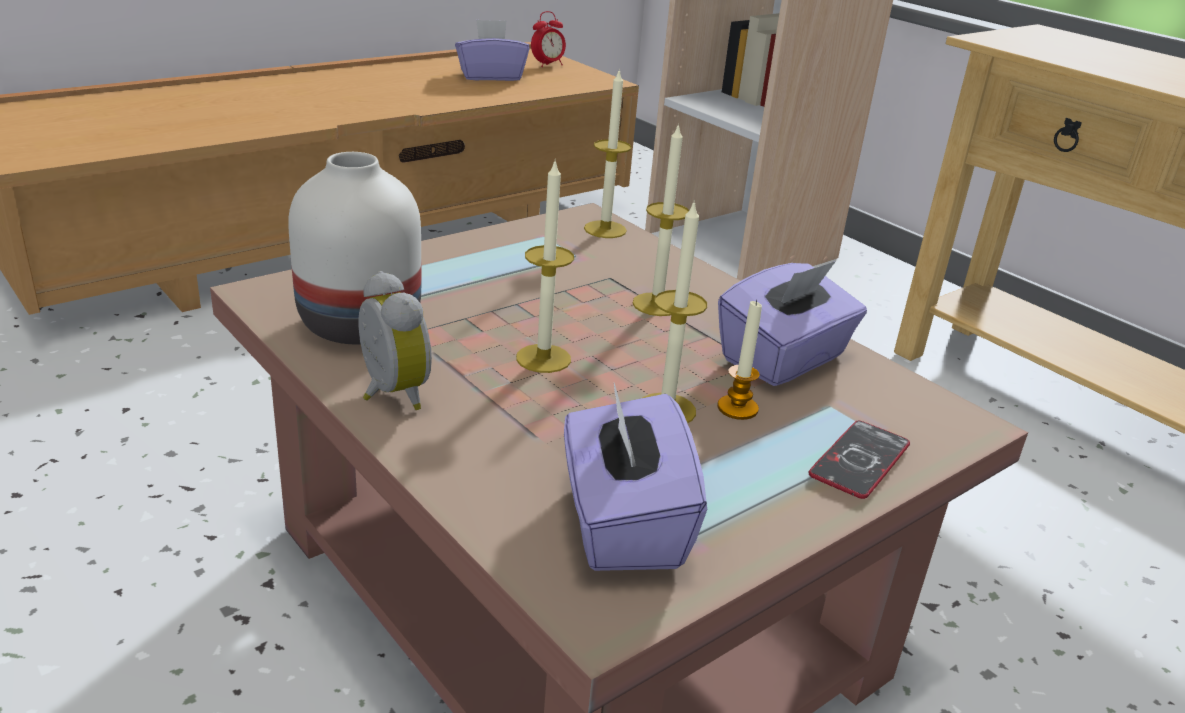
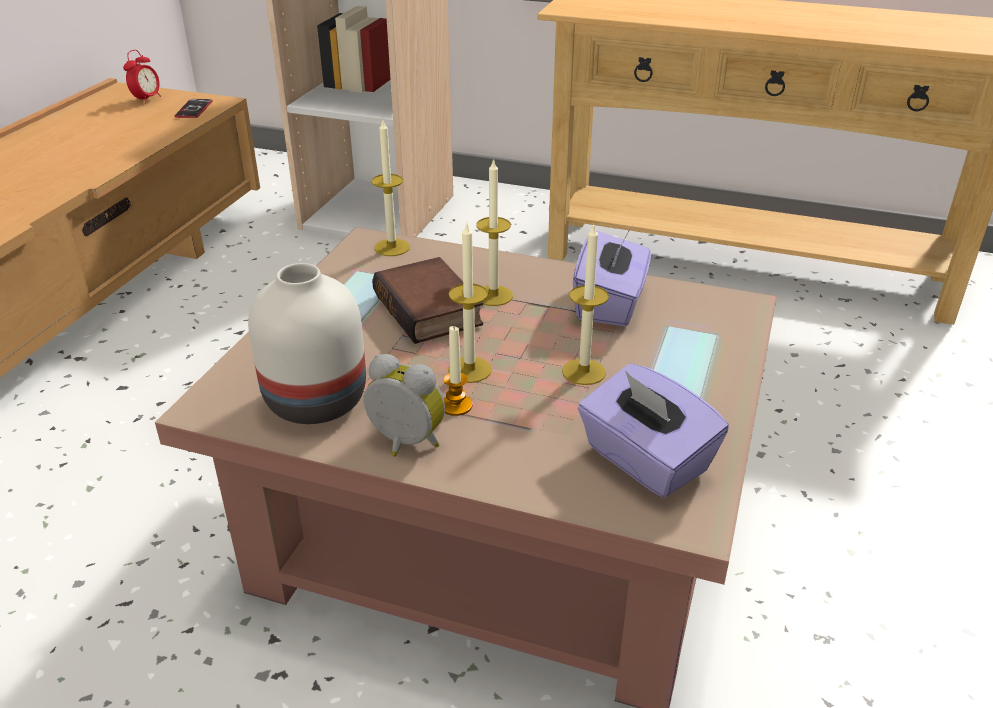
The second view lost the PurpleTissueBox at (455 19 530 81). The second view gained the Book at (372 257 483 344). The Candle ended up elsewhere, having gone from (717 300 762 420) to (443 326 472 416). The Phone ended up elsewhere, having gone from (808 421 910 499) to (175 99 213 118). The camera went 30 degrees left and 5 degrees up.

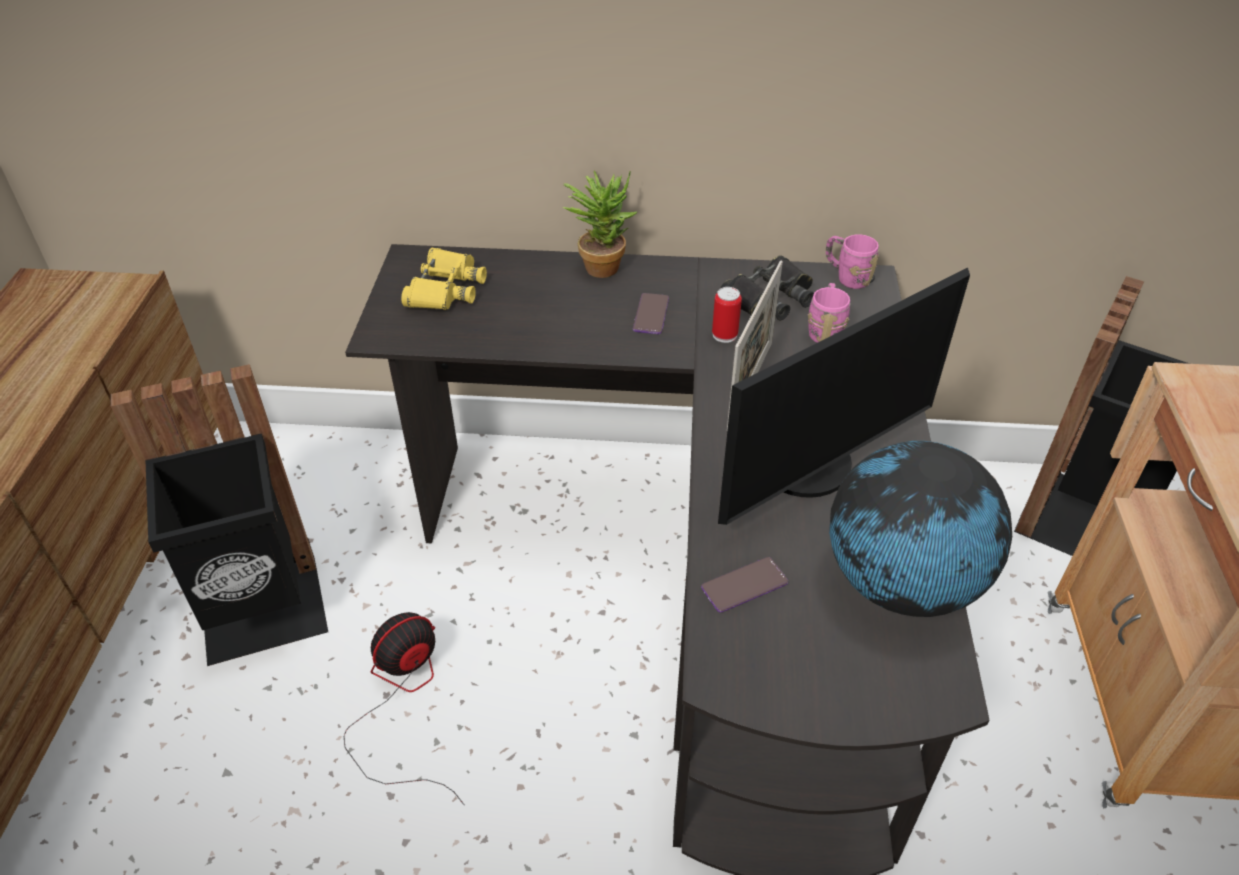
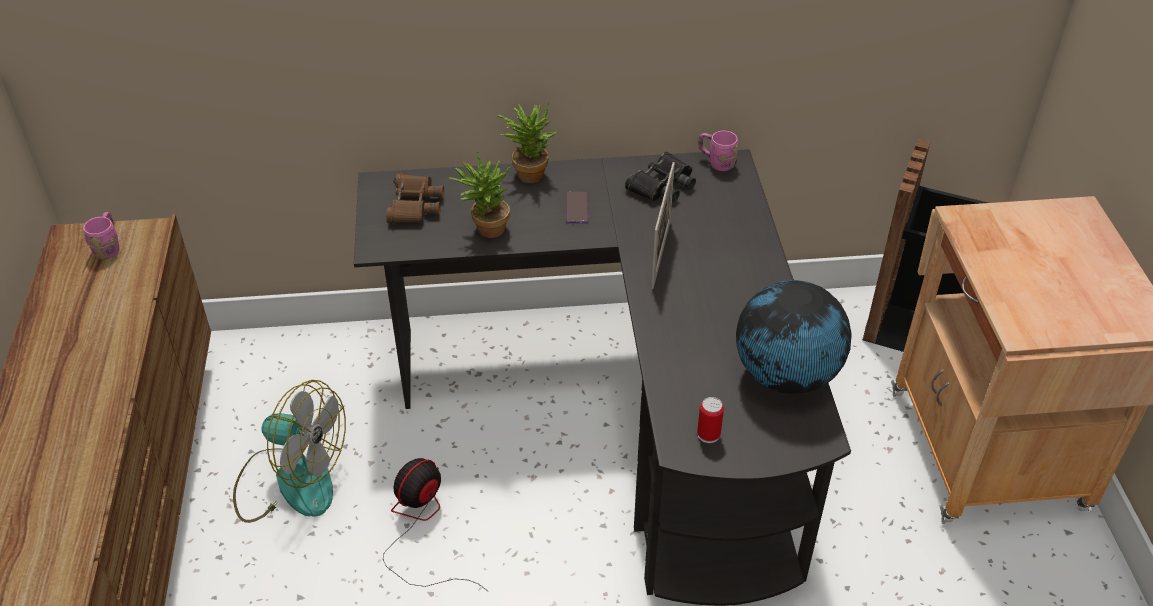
The second view lost the Phone at (701 557 788 613). The second view lost the Monitor at (718 268 970 525). The second view gained the PottedPlant at (448 150 511 238). The Can ended up elsewhere, having gone from (712 287 742 343) to (697 397 724 443). The PinkMug ended up elsewhere, having gone from (808 283 850 343) to (83 212 119 259). Where the BlackTrashCan stood at (111 364 328 666), the Fan came to stand at (233 380 346 523). What was the YellowBinoculars at (401 248 487 310) turned into the BrownBinoculars at (386 174 444 223). The camera went 10 degrees left and 0 degrees up.

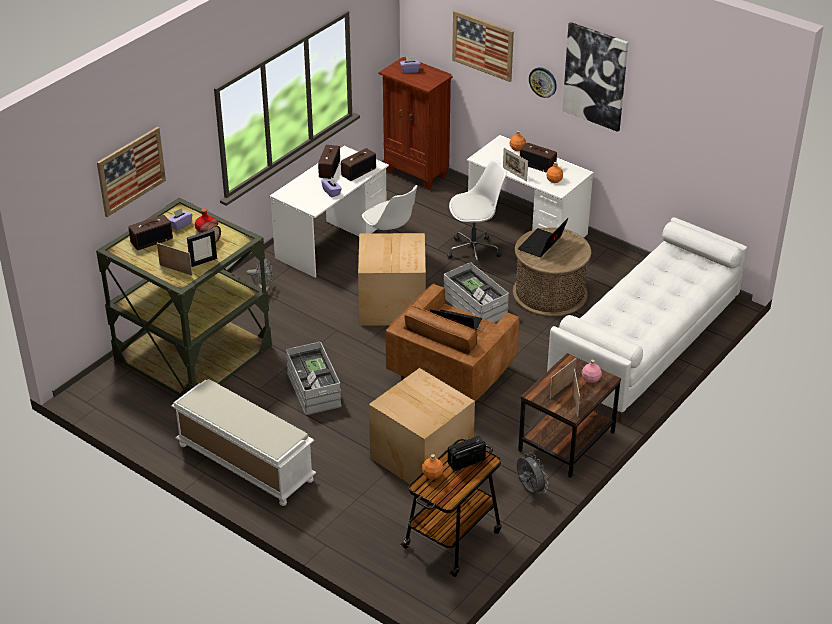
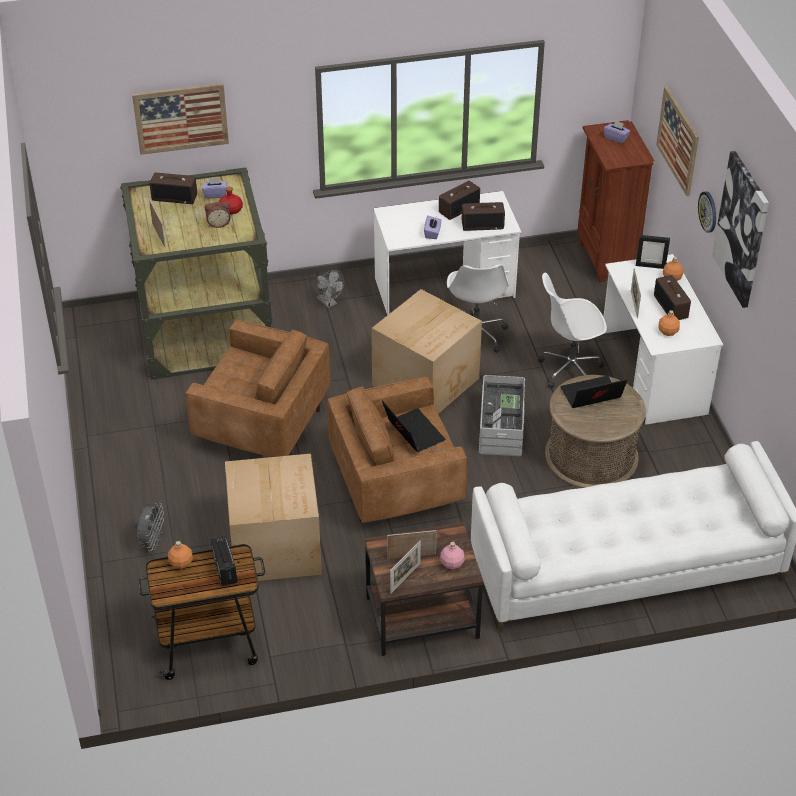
The second view lost the WhiteBench at (171 379 316 506). The PictureFrame ended up elsewhere, having gone from (187 229 217 267) to (636 235 670 269). The GreyFan ended up elsewhere, having gone from (517 452 548 494) to (134 503 164 551). Where the GreyStorageBox stood at (286 342 342 415), the BrownArmchair came to stand at (185 320 330 457). The WhiteOfficeChair at (447 160 507 268) ended up facing another way, 150 degrees clockwise from before. The Radio at (448 436 486 471) ended up facing another way, 120 degrees counterclockwise from before. The camera went 40 degrees right and 5 degrees up.

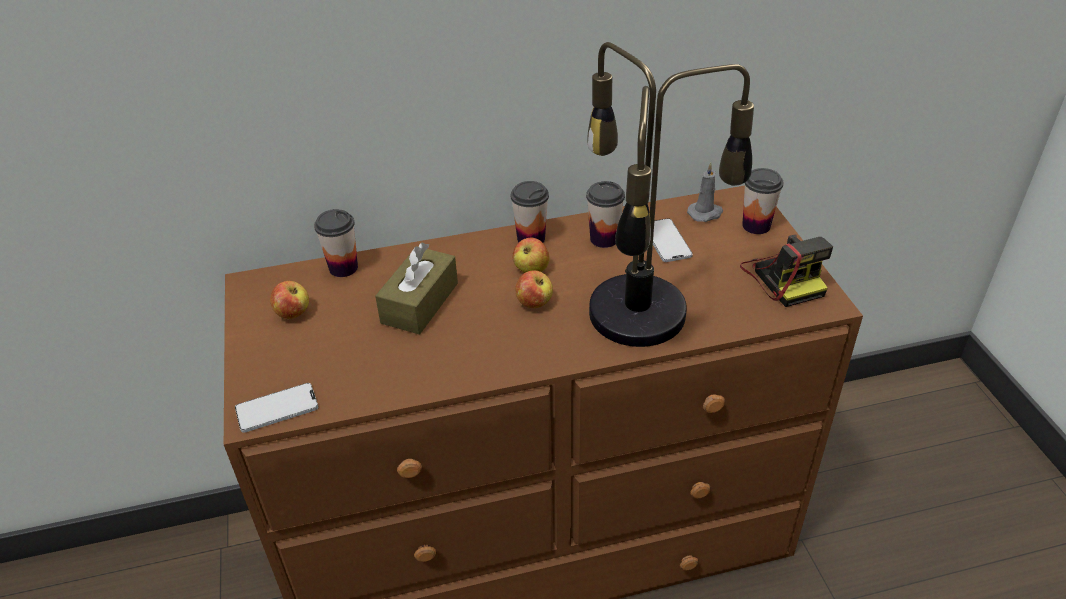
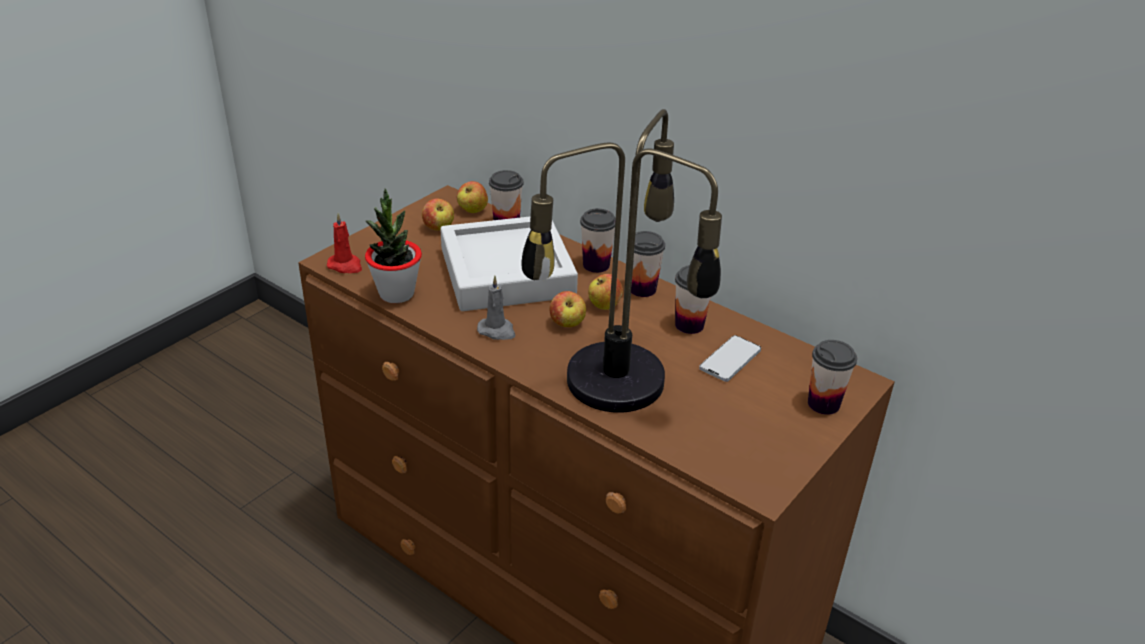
The second view lost the PhotoCamera at (740 234 833 307). The second view gained the PottedPlant at (365 188 422 303). The second view gained the Apple at (457 181 488 213). The second view gained the Cup at (580 209 616 273). The GreyCandle ended up elsewhere, having gone from (687 162 723 222) to (477 276 516 340). Where the Phone stood at (235 383 318 433), the RedCandle came to stand at (327 213 362 273). Where the BrownTissueBox stood at (375 242 458 335), the GreyTray came to stand at (440 217 578 311). The camera went 50 degrees right and 5 degrees down.

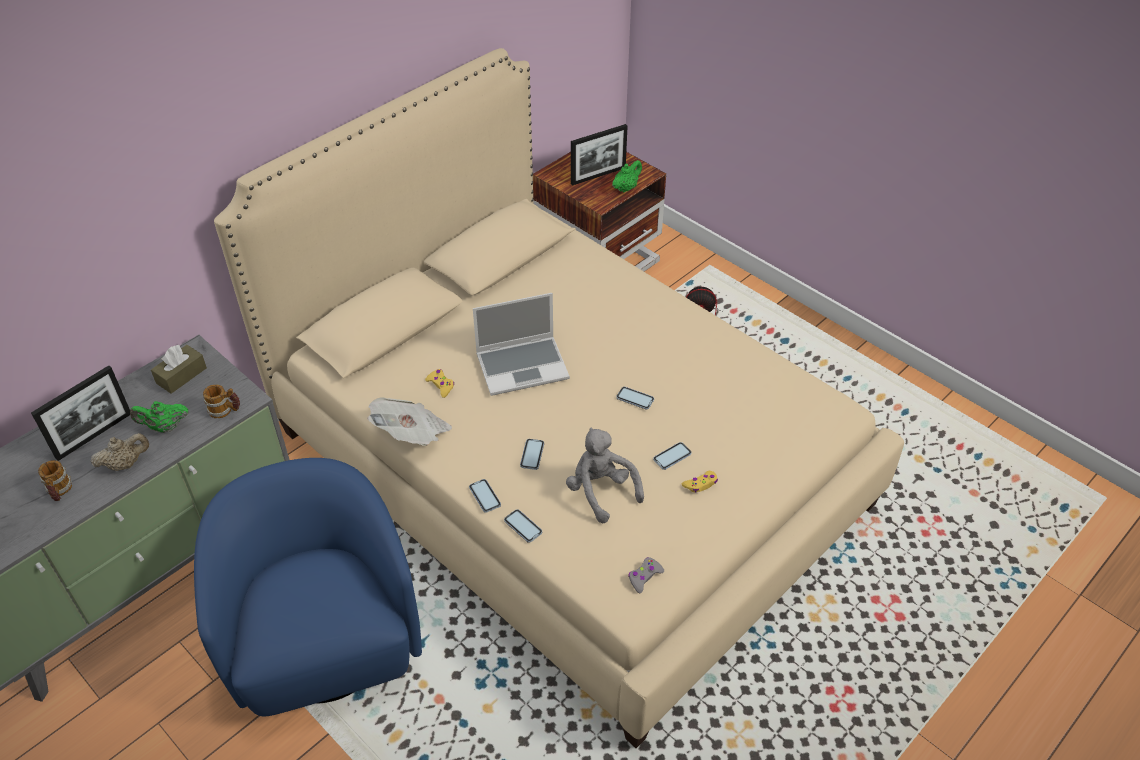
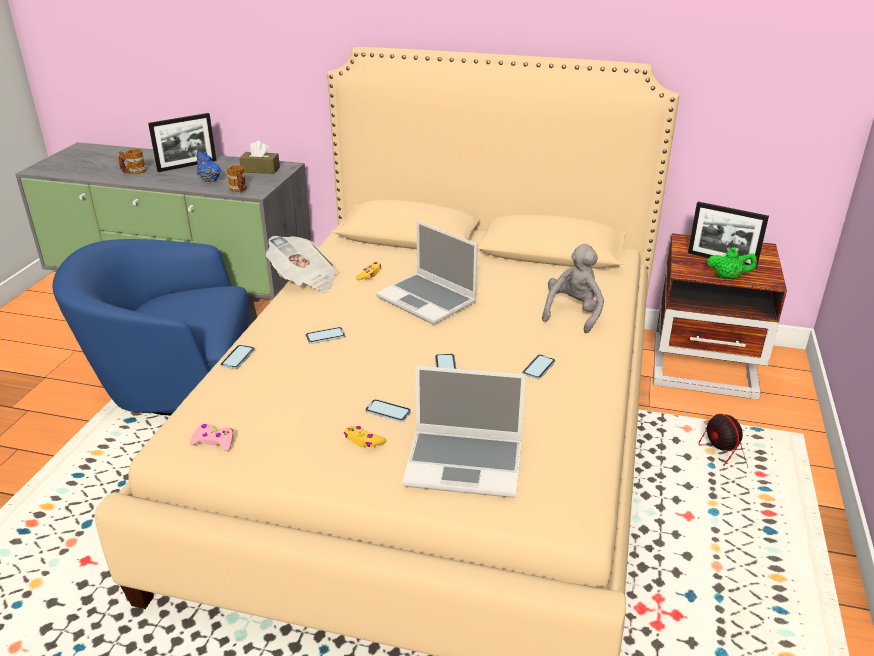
The second view lost the BeigeTeapot at (90 433 149 471). The second view gained the Laptop at (402 365 526 498). The Phone ended up elsewhere, having gone from (469 479 501 513) to (522 354 555 379). The GreyPlushToy ended up elsewhere, having gone from (566 428 644 523) to (542 244 604 333). What was the GreenTeapot at (130 401 189 433) turned into the BlueTeapot at (197 151 220 182). What was the GreyGameController at (628 557 664 593) turned into the PinkGameController at (190 424 233 451). The PictureFrame at (31 366 130 461) ended up facing another way, 45 degrees counterclockwise from before. The BlueArmchair at (194 458 422 717) ended up facing another way, 135 degrees counterclockwise from before. The camera went 60 degrees right and 15 degrees down.

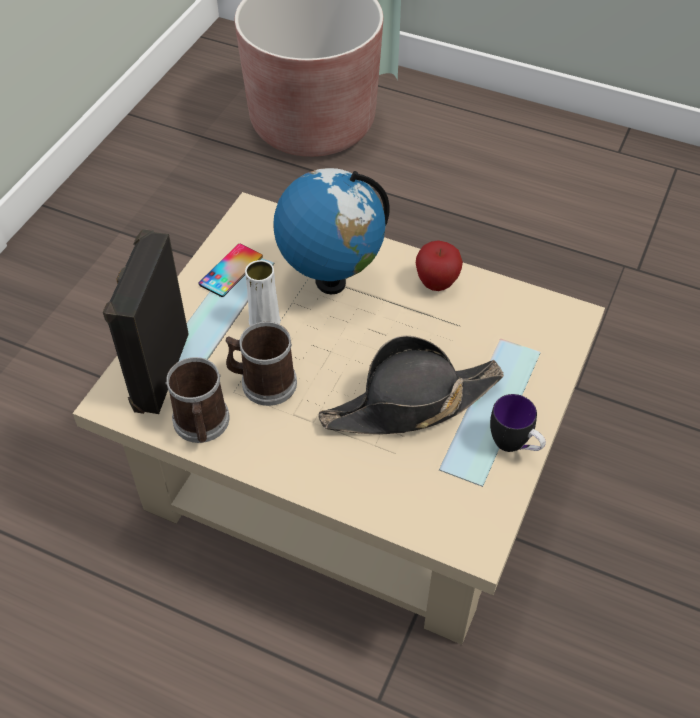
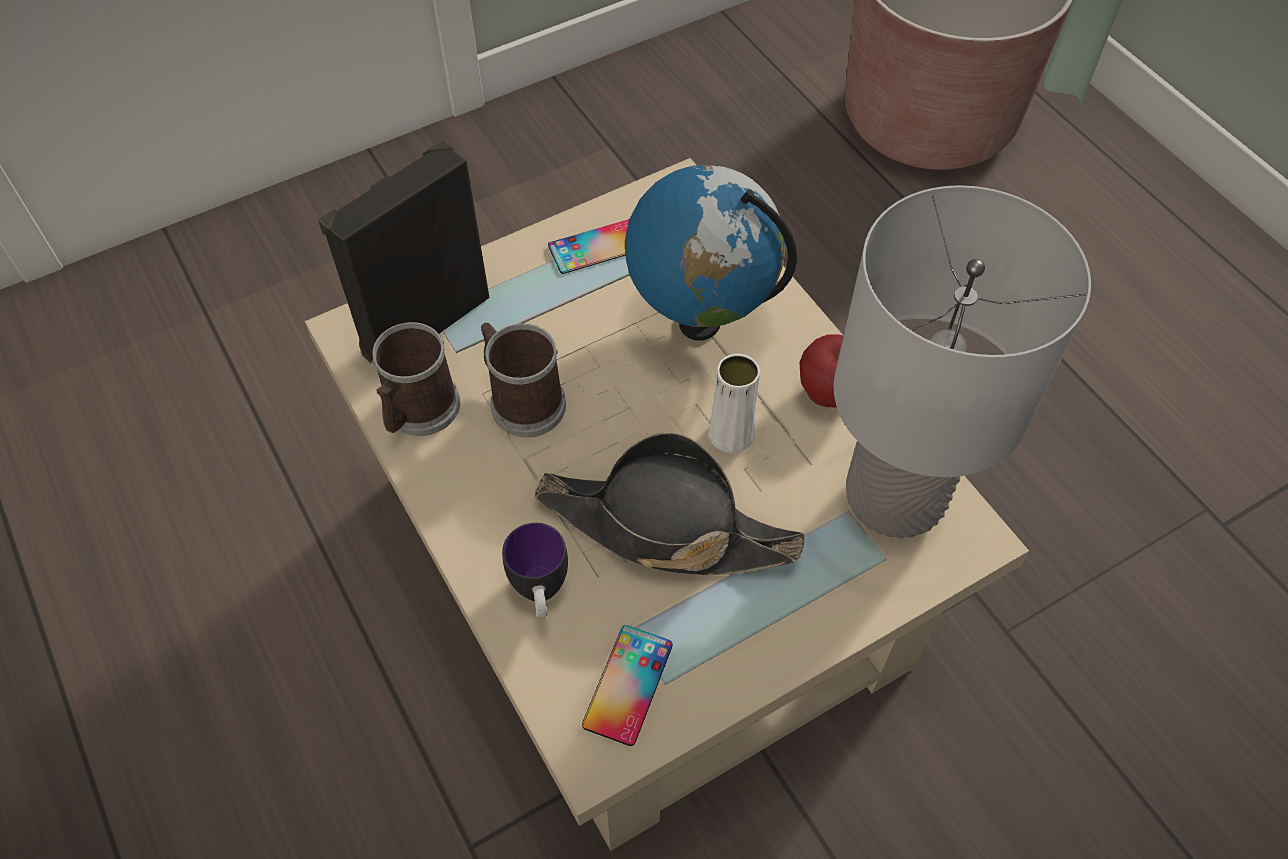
The second view gained the Phone at (582 625 673 746). The second view gained the GreyTableLamp at (834 186 1091 538). The WhiteVase ended up elsewhere, having gone from (245 260 281 326) to (708 354 760 453). The Mug ended up elsewhere, having gone from (490 394 546 452) to (502 523 568 617). The camera went 35 degrees right and 5 degrees up.

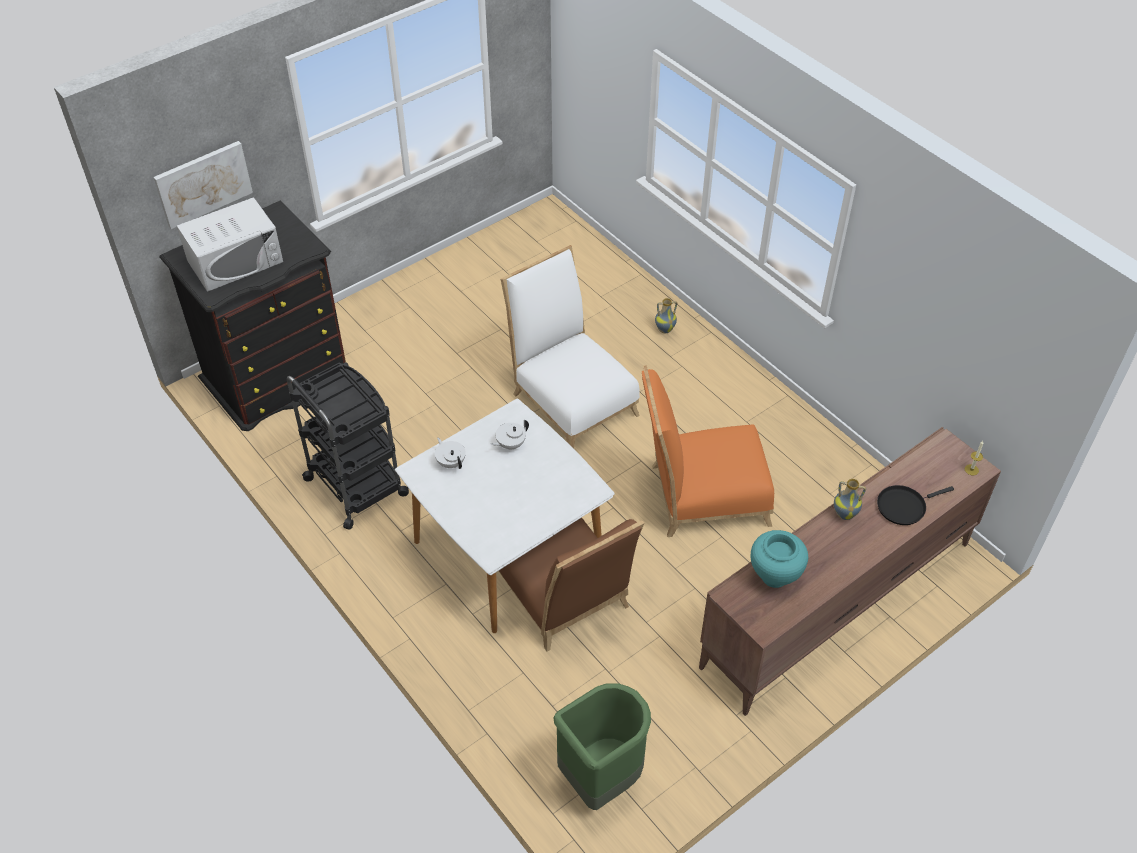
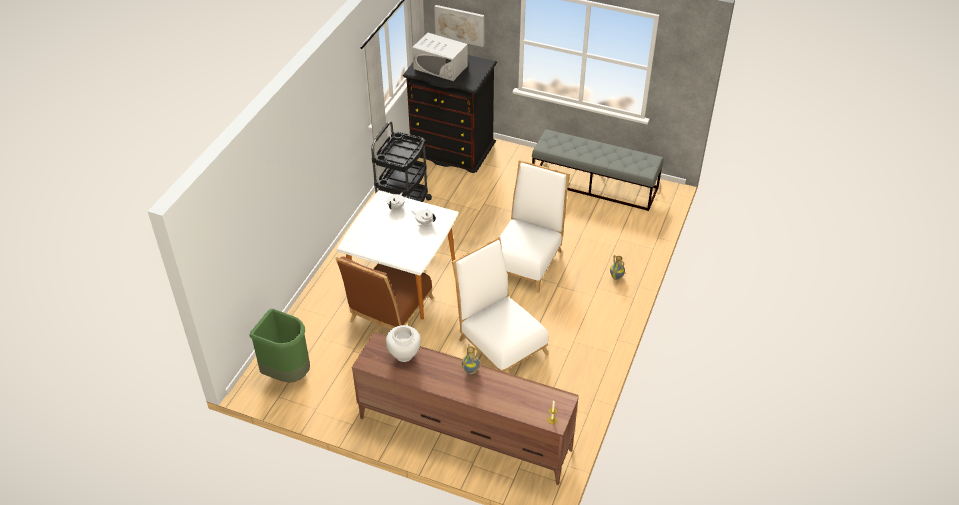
The second view lost the BlackFryingPan at (877 485 954 525). The second view gained the GreyBench at (532 129 663 211). What was the OrangeChair at (642 366 774 537) turned into the WhiteChair at (452 237 549 372). What was the TurquoiseVase at (751 530 808 588) turned into the WhiteVase at (386 325 421 362). The camera went 60 degrees right and 5 degrees down.

